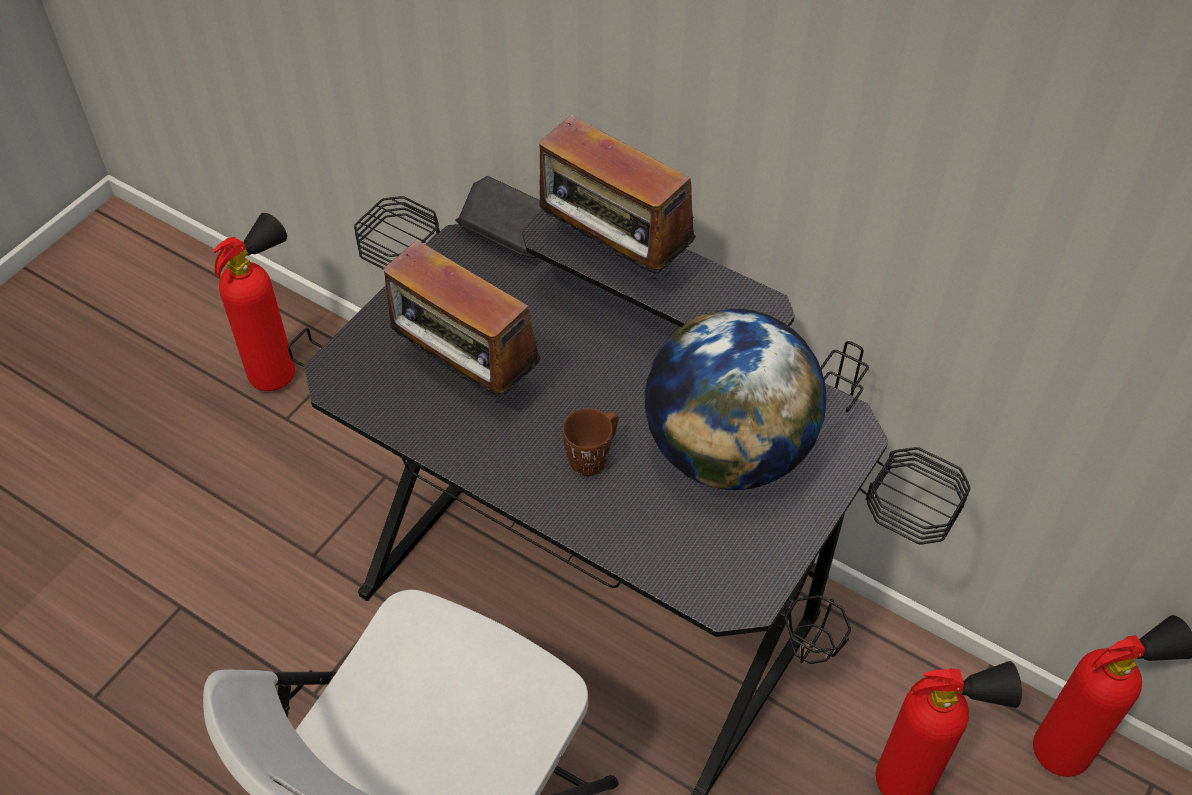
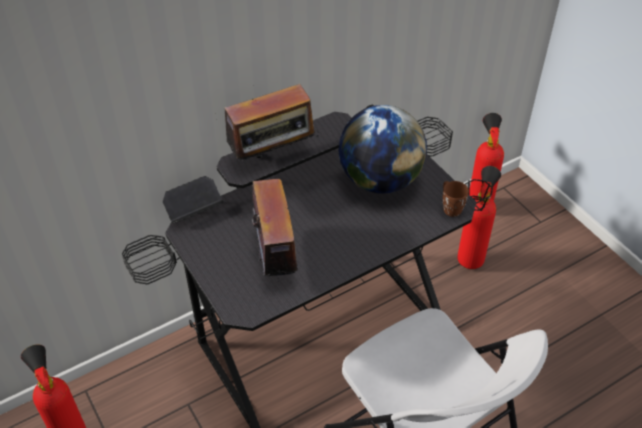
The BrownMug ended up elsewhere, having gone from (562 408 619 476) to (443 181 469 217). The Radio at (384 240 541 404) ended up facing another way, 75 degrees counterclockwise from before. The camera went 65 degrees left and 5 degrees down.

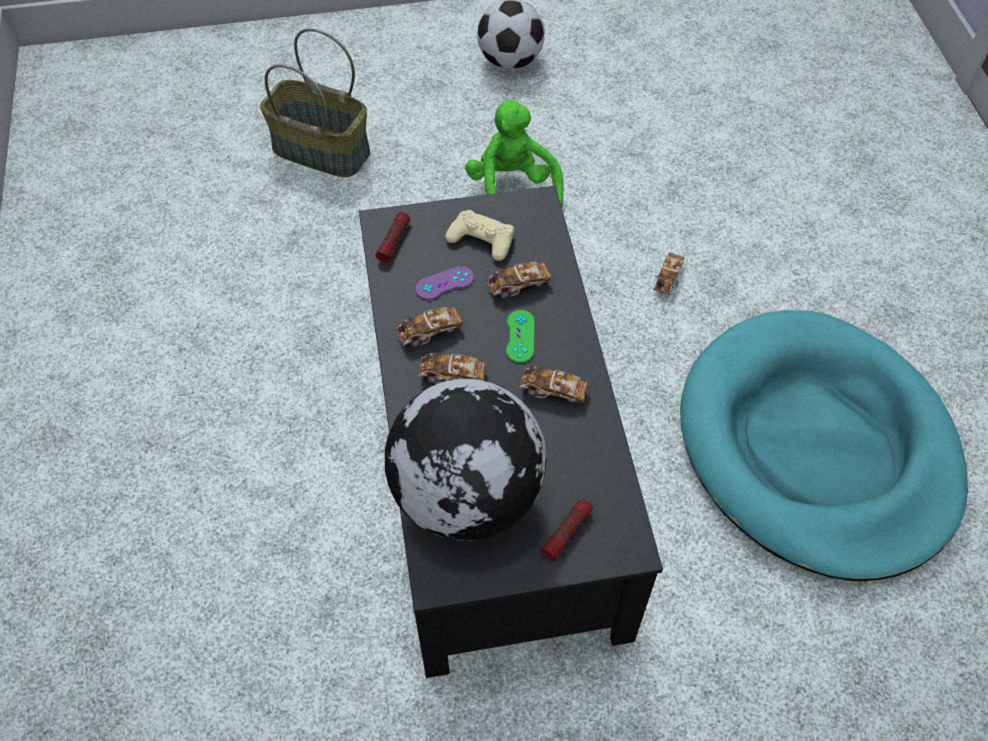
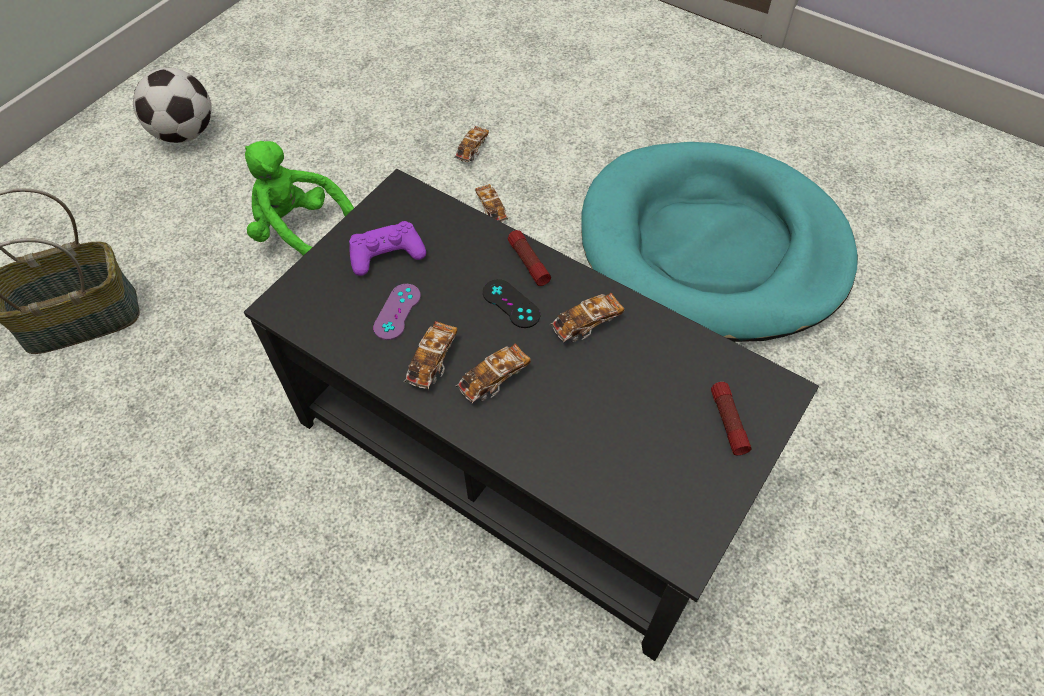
The second view lost the Globe at (385 379 547 541). The Flashlight ended up elsewhere, having gone from (375 212 410 262) to (508 230 551 286). The ToyCar ended up elsewhere, having gone from (485 262 551 298) to (454 126 489 162). What was the BeigeGameController at (445 210 514 261) turned into the PurpleGameController at (349 221 426 276). What was the GreenGameController at (506 310 535 363) turned into the BlackGameController at (483 279 540 328). The camera went 45 degrees left and 0 degrees up.

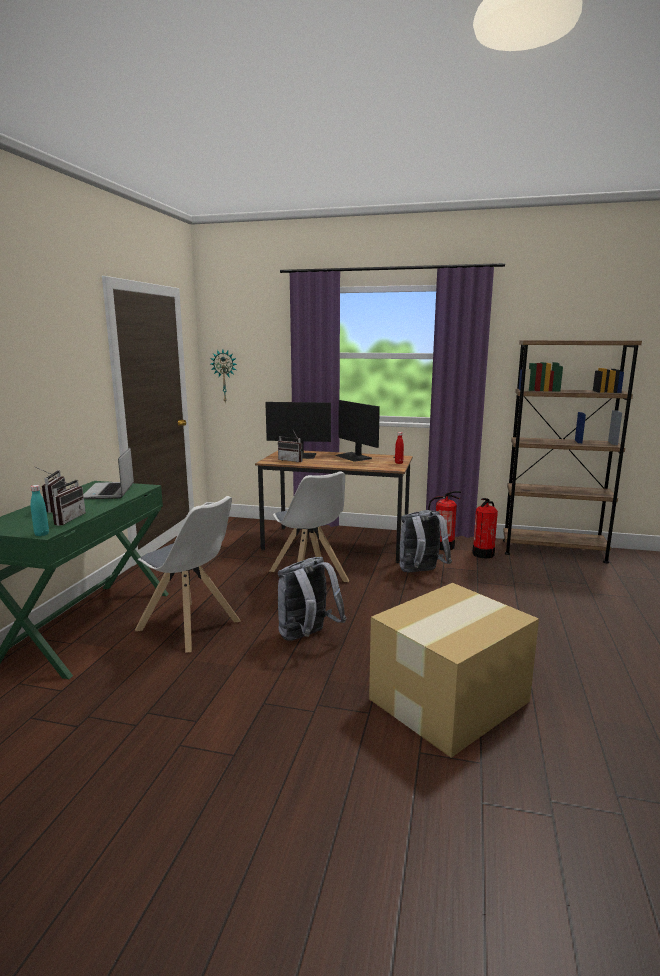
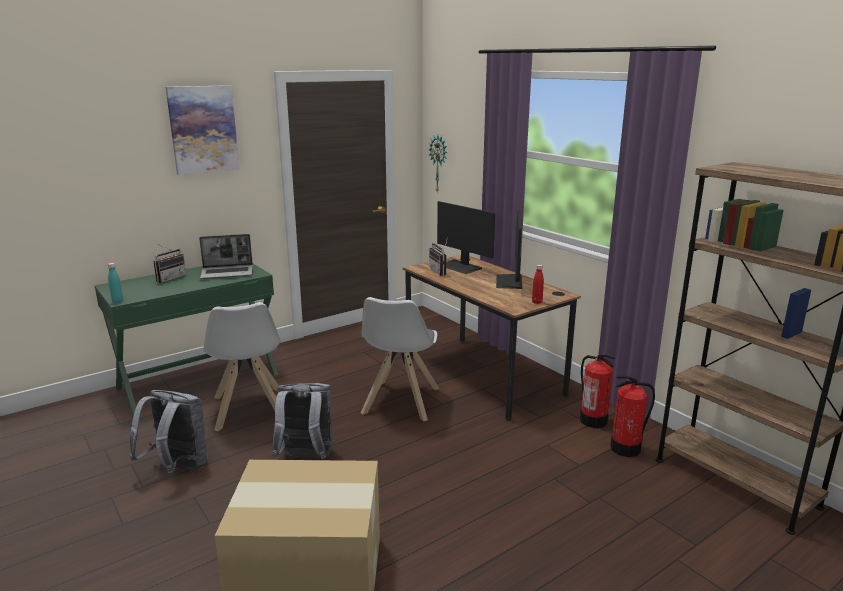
The second view lost the Radio at (47 475 86 526). The second view gained the Picture at (166 85 240 175). The GreyBackpack ended up elsewhere, having gone from (399 510 452 573) to (129 390 208 473). The Laptop at (83 448 134 499) ended up facing another way, 135 degrees counterclockwise from before. The camera went 40 degrees right and 5 degrees up.

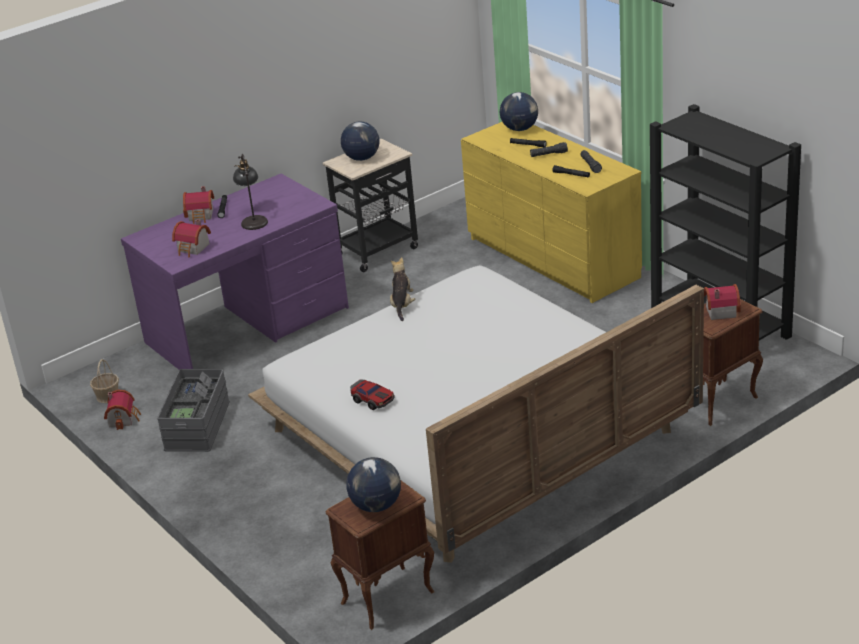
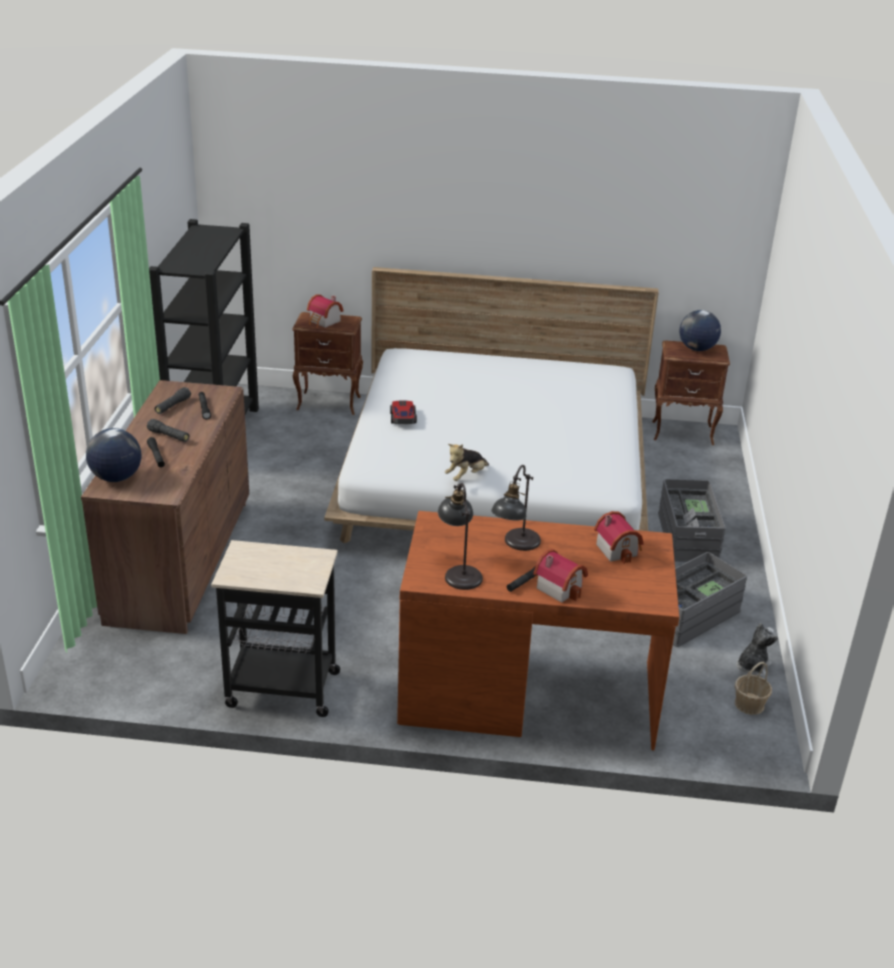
The second view lost the Globe at (341 121 379 161). The second view gained the GreyTableLamp at (438 483 483 590). The second view gained the GreyStorageBox at (658 479 726 562). The ToyCar ended up elsewhere, having gone from (350 379 395 410) to (390 400 417 424). Where the ToyHouse stood at (104 389 141 430), the PlushToy came to stand at (736 623 778 677). What was the PurpleDesk at (121 174 349 370) turned into the BrownDesk at (397 511 679 751). What was the YellowDresser at (461 122 642 303) turned into the BrownDresser at (81 380 249 634). The camera went 140 degrees left and 0 degrees up.

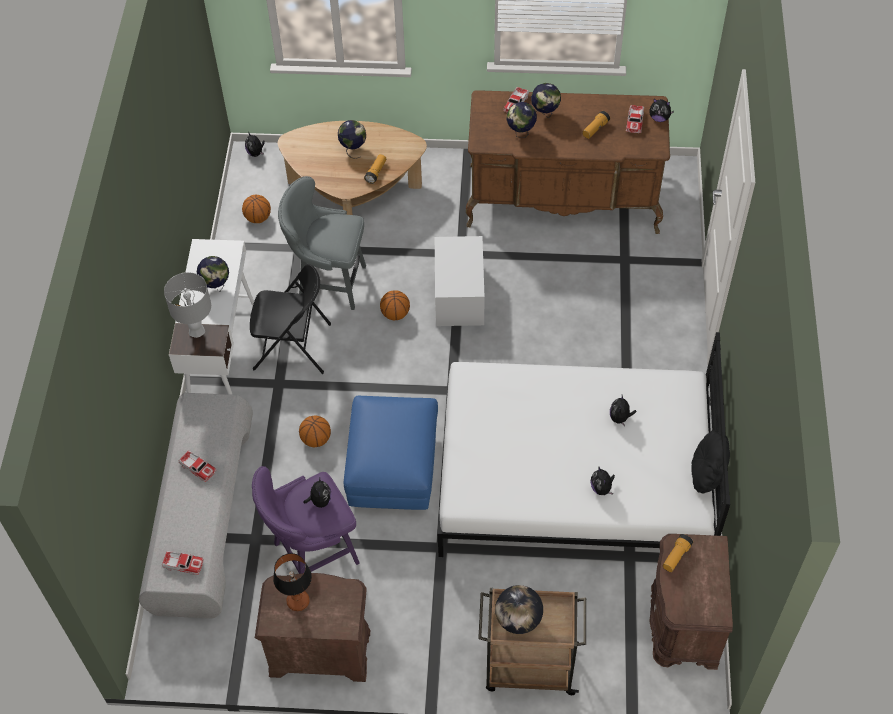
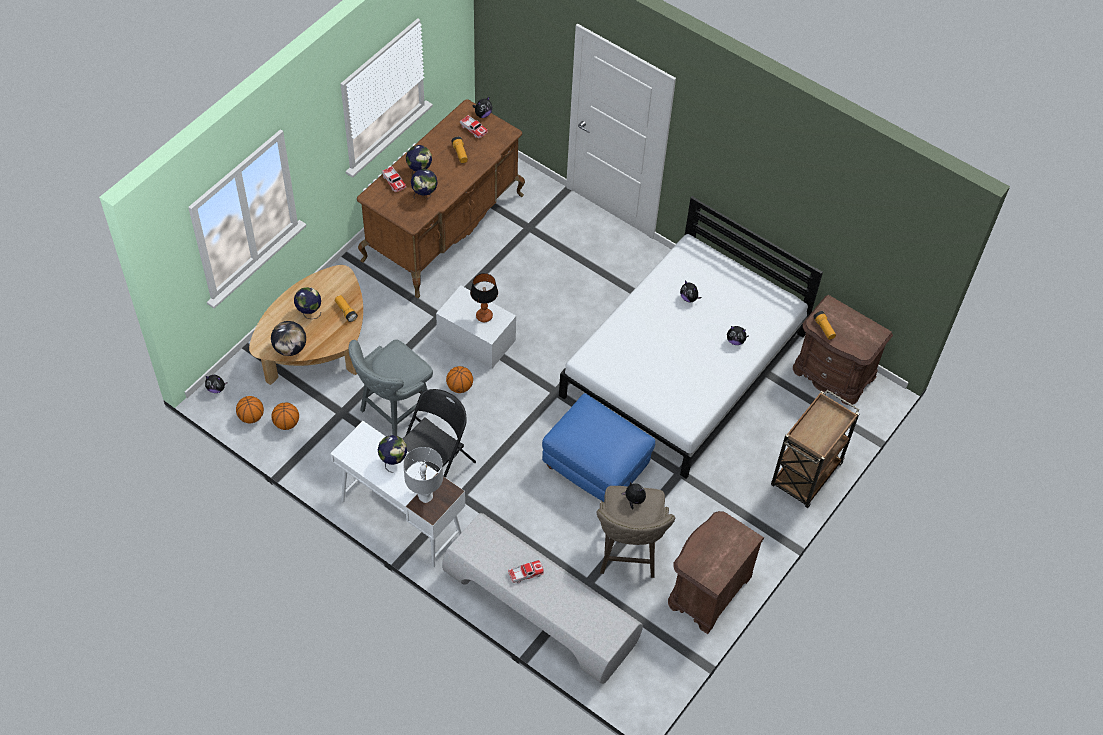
The second view lost the ToyCar at (162 551 203 575). The second view lost the BlackPillow at (691 430 730 493). The TableLamp ended up elsewhere, having gone from (273 553 312 611) to (470 273 498 322). The Basketball ended up elsewhere, having gone from (299 415 331 447) to (236 396 264 423). The Globe ended up elsewhere, having gone from (495 585 543 634) to (271 321 306 356). What was the PurpleStool at (252 466 360 574) turned into the BeigeStool at (596 486 675 578). The camera went 60 degrees left and 0 degrees up.

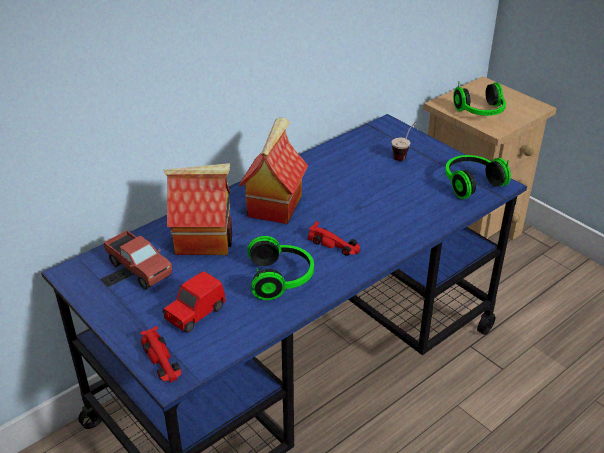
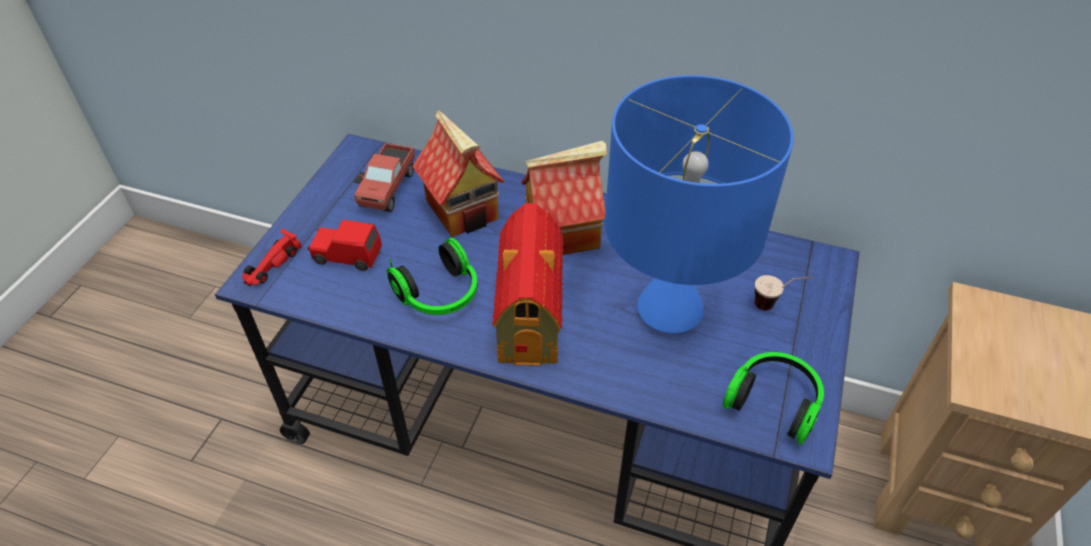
The second view lost the Headphones at (453 82 506 116). The second view gained the BlueTableLamp at (605 75 794 333). Where the RedToyCar stood at (308 221 360 256), the ToyHouse came to stand at (492 203 563 366). The camera went 60 degrees right and 10 degrees up.

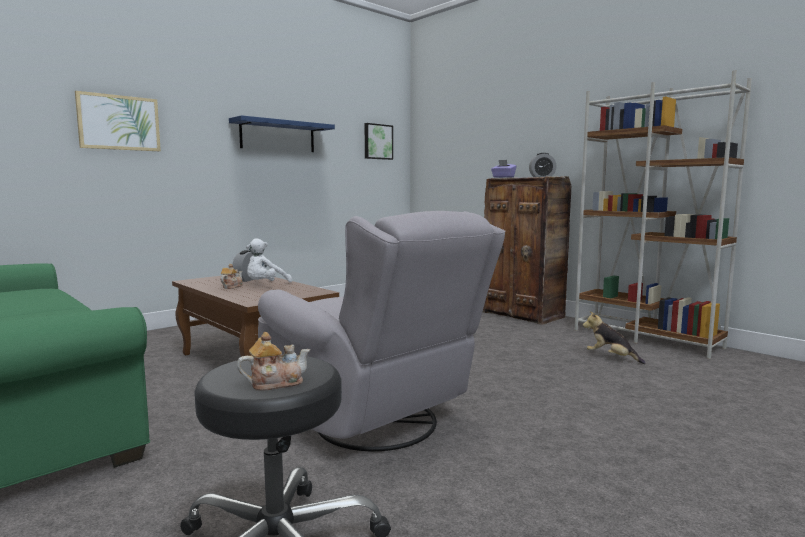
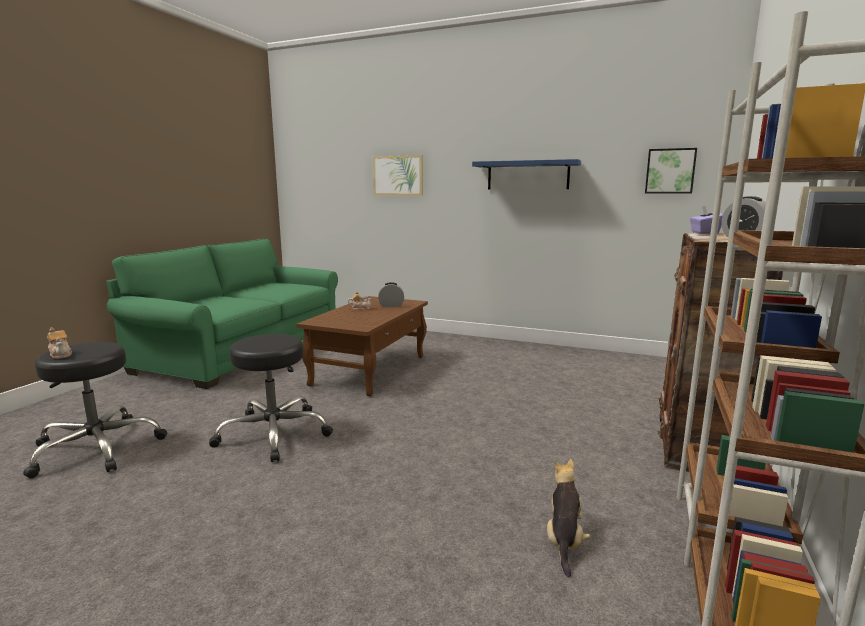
The second view lost the WhitePlushToy at (246 238 292 283). Where the GreyArmchair stood at (258 211 505 451), the BlackStool came to stand at (209 334 333 462). The camera went 65 degrees right and 5 degrees up.

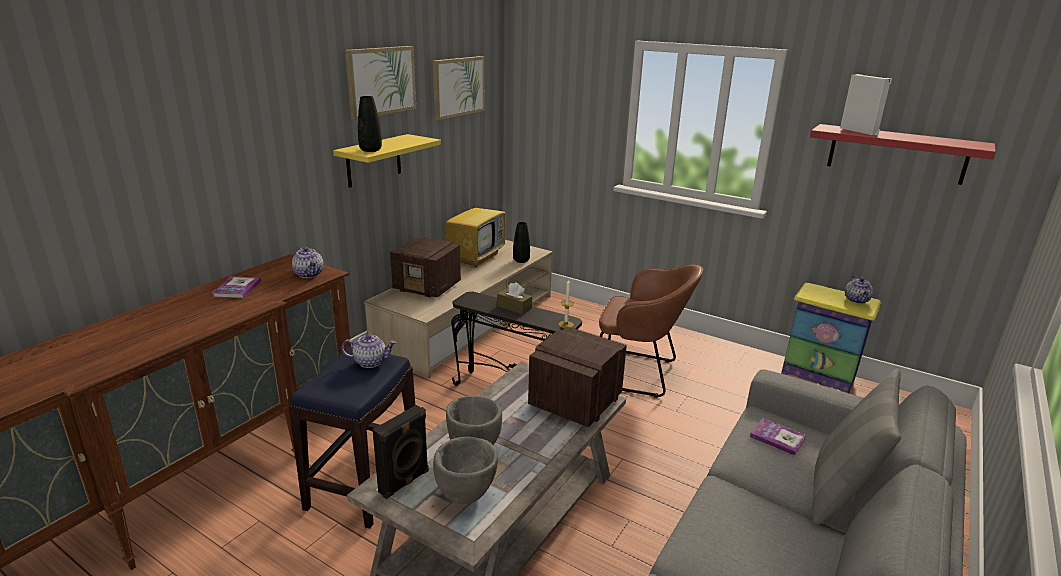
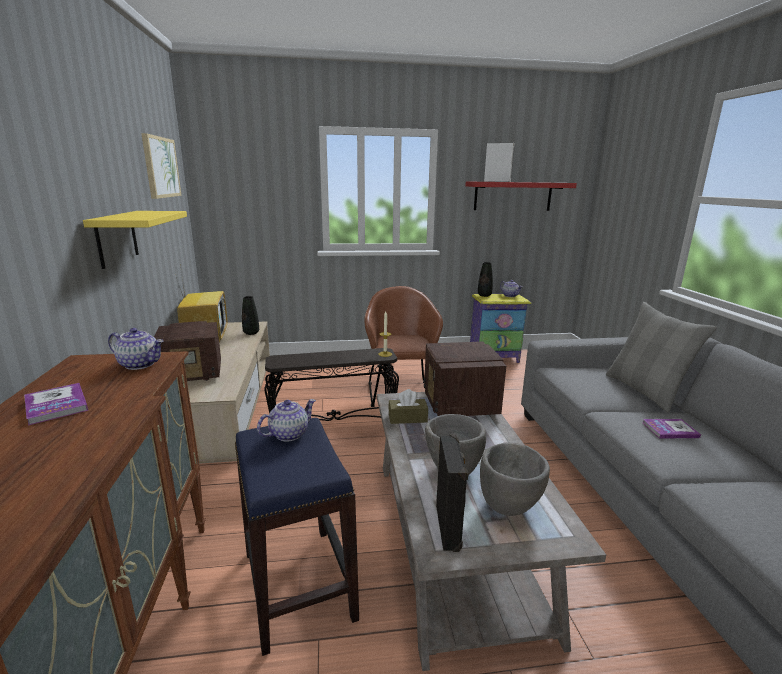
The second view lost the Picture at (345 46 416 120). The BlackVase ended up elsewhere, having gone from (358 96 382 152) to (478 262 493 297). The BrownTissueBox ended up elsewhere, having gone from (497 282 532 314) to (388 389 428 424). The Book ended up elsewhere, having gone from (750 419 807 455) to (643 419 701 438). The BrownArmchair at (599 264 703 398) ended up facing another way, 75 degrees counterclockwise from before. The camera went 40 degrees left and 5 degrees down.

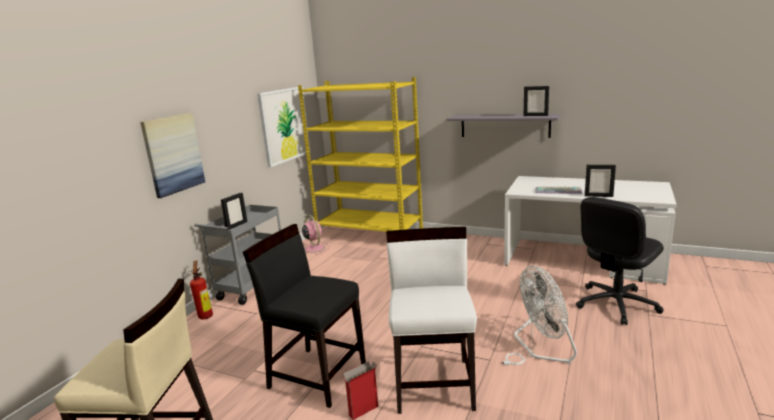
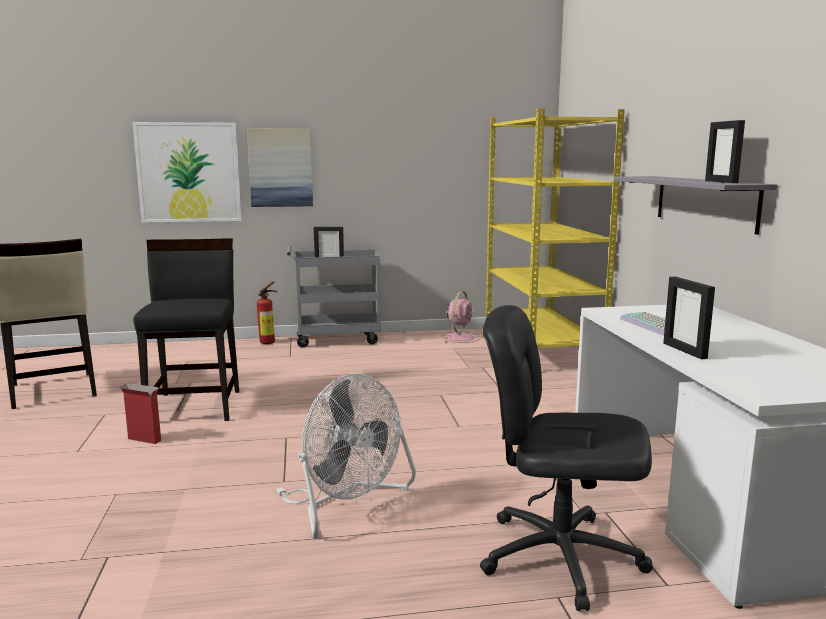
The second view lost the WhiteChair at (386 227 477 414). The Picture ended up elsewhere, having gone from (257 86 310 167) to (132 122 242 223). The camera went 55 degrees right and 5 degrees down.

